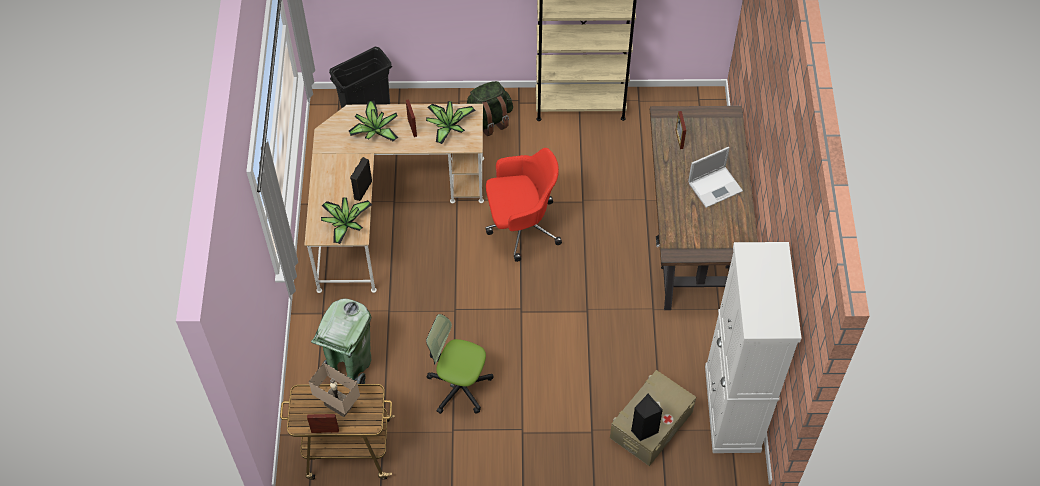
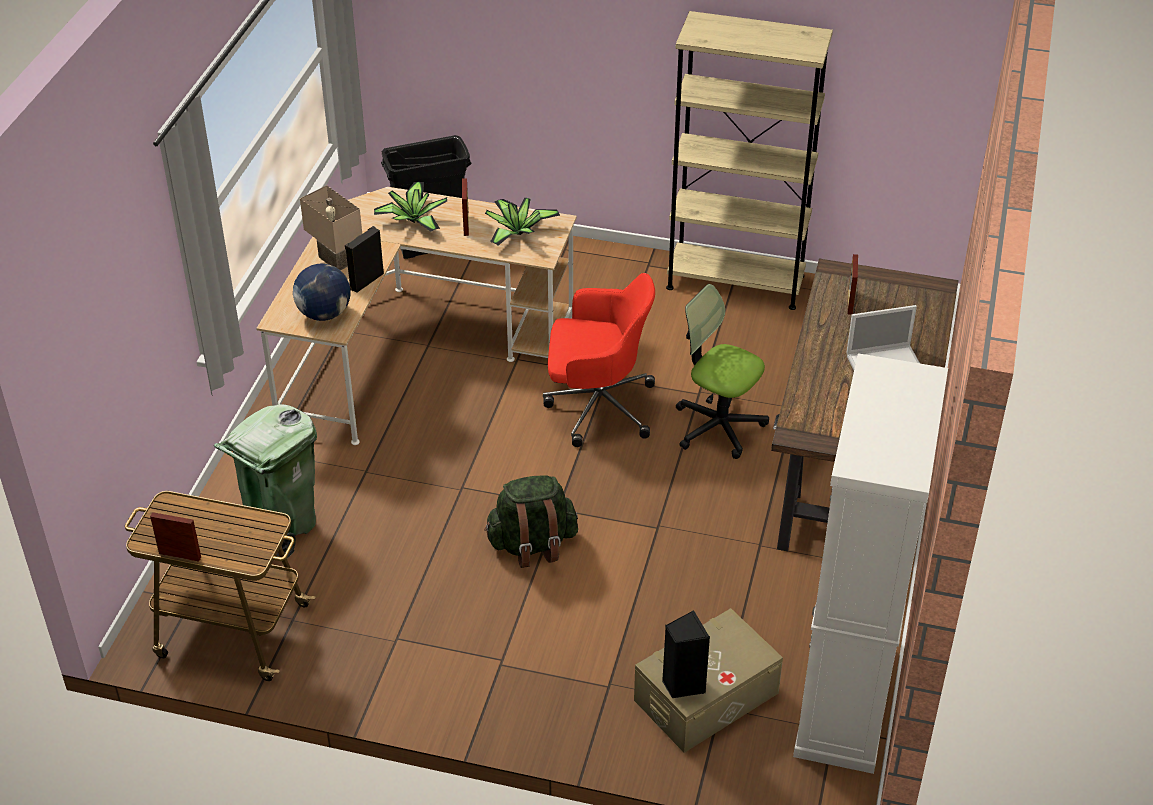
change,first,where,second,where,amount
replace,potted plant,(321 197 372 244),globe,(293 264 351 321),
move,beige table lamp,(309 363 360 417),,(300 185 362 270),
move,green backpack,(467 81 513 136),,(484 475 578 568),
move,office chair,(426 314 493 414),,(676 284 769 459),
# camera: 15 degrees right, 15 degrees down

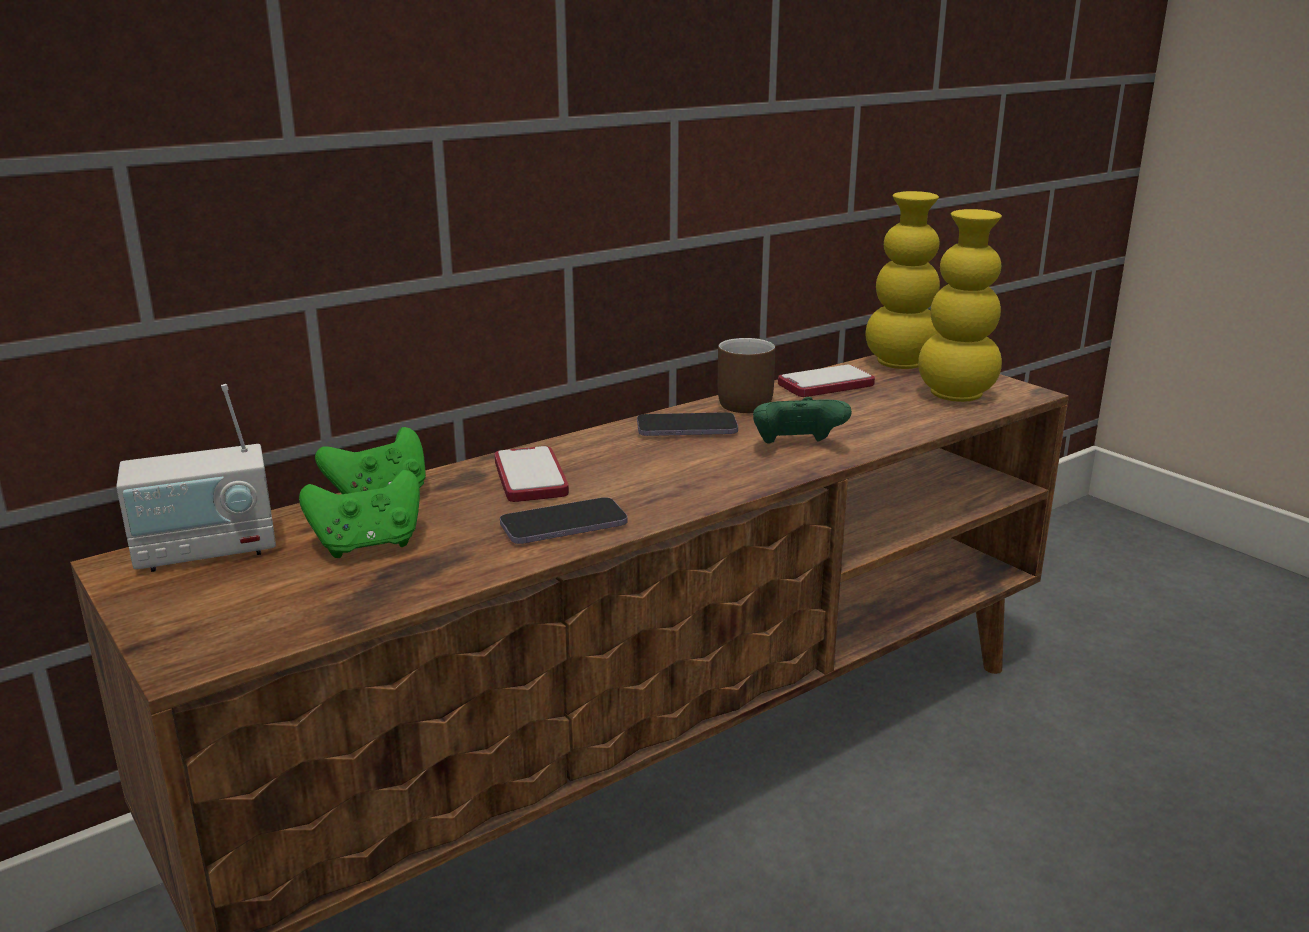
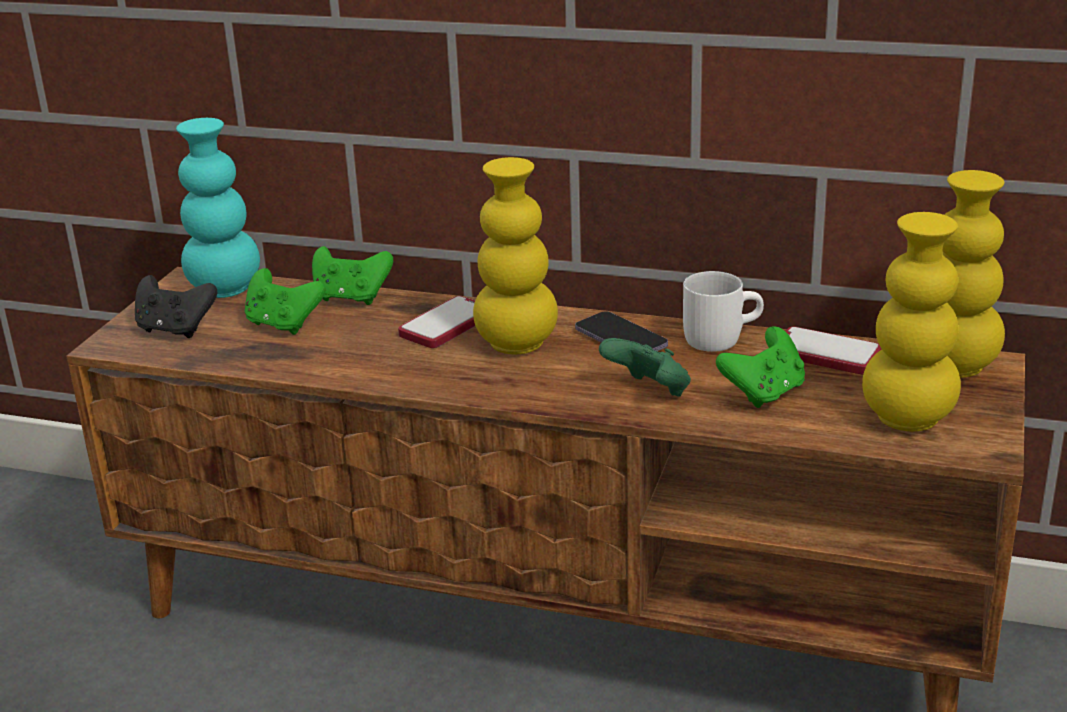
change,first,where,second,where,amount
insert,,,black game controller,(135 275 217 338),
replace,radio,(116 384 276 572),turquoise vase,(176 118 260 298),
insert,,,yellow vase,(473 157 558 354),
recolor,brown mug,(718 338 775 413),white mug,(683 271 764 352),
insert,,,green game controller,(716 326 805 408),
delete,phone,(500 497 628 544),,,
# camera: 55 degrees right, 5 degrees up

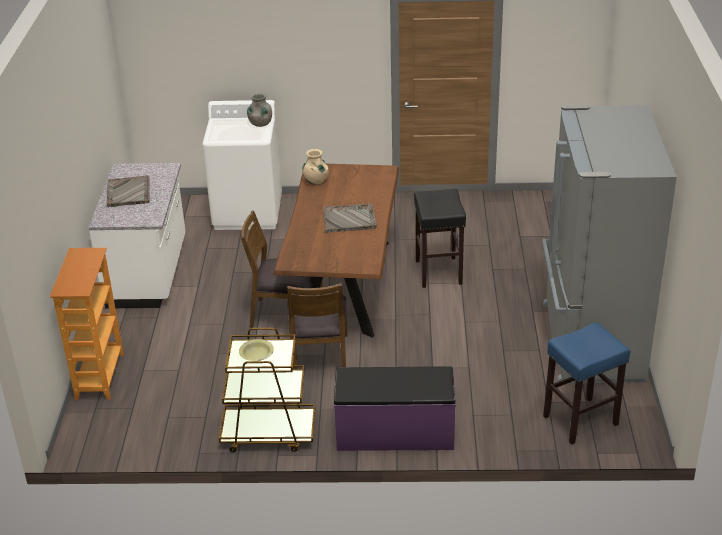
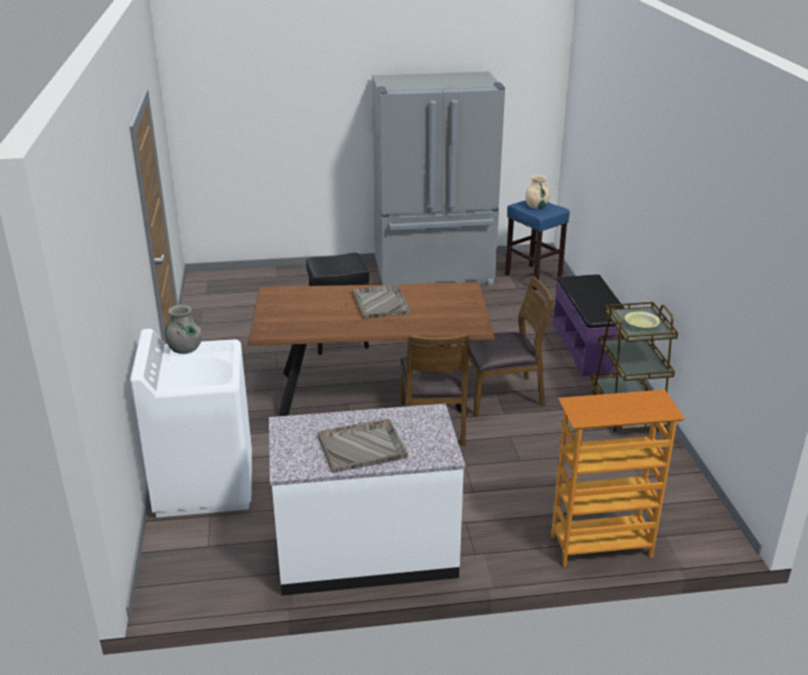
change,first,where,second,where,amount
move,beige vase,(302 149 329 185),,(525 175 550 209),
# camera: 100 degrees left, 5 degrees down

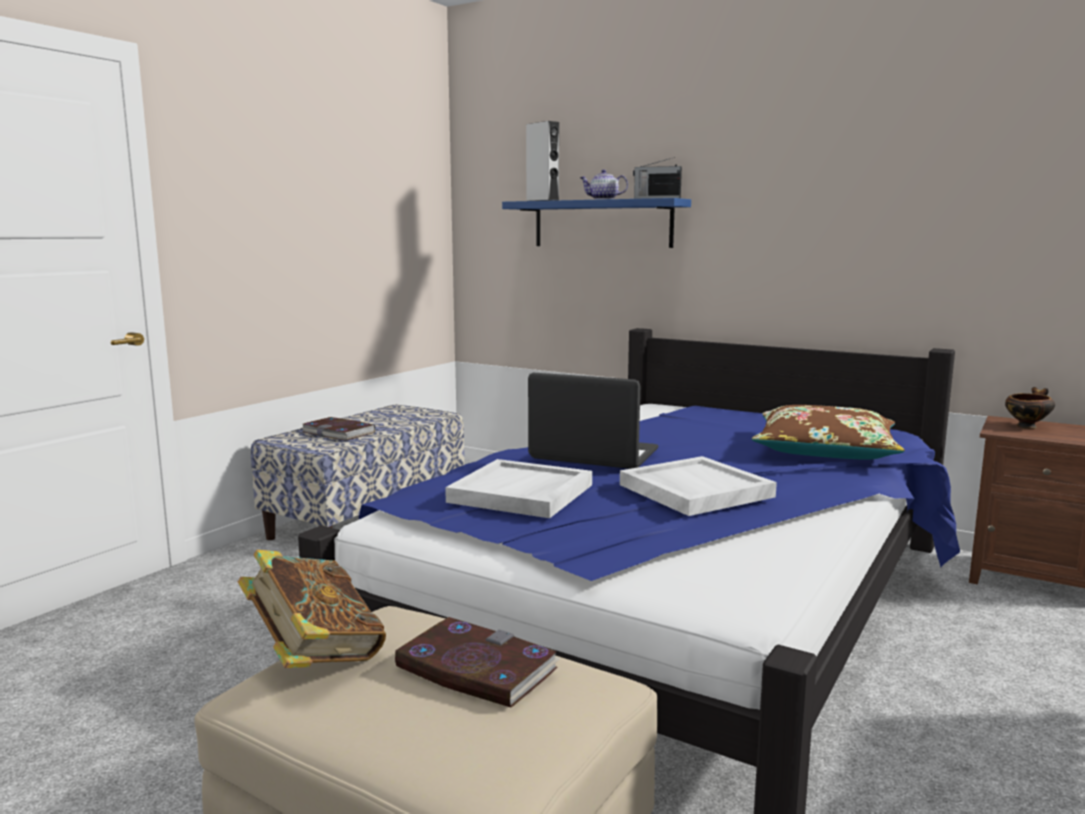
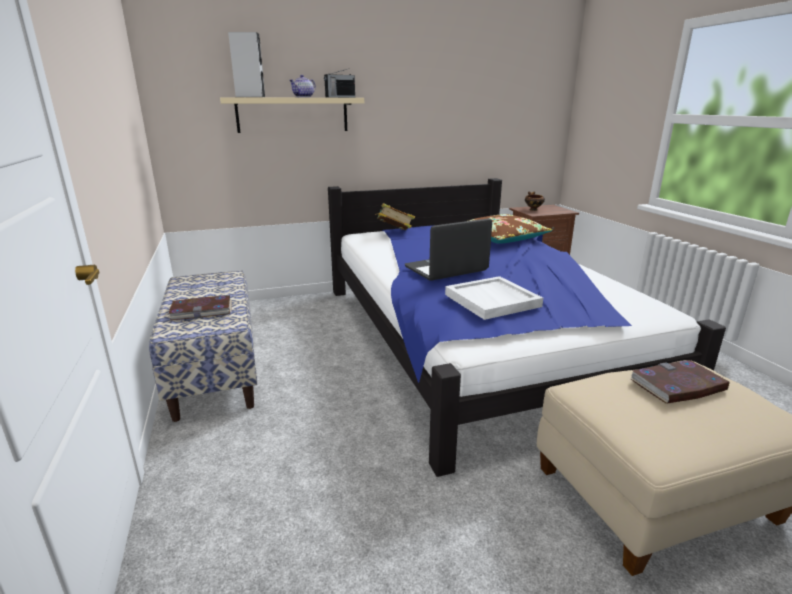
change,first,where,second,where,amount
recolor,blue shelf,(502 198 691 248),beige shelf,(220 97 364 133),
move,book,(238 550 386 668),,(375 203 415 230),
delete,white tray,(620 456 777 516),,,
# camera: 50 degrees left, 10 degrees up

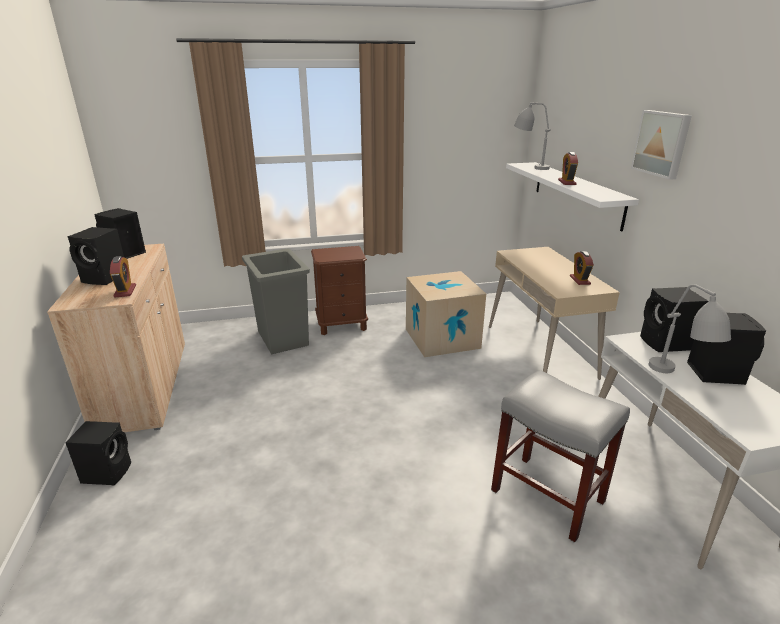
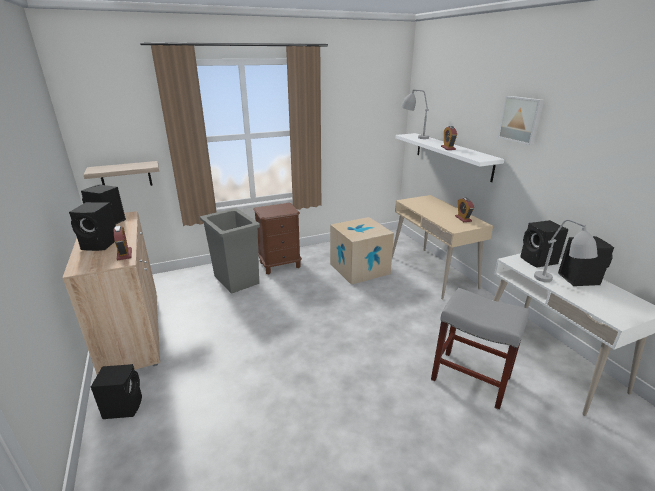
change,first,where,second,where,amount
insert,,,shelf,(83 161 159 186),
# camera: 10 degrees left, 0 degrees up

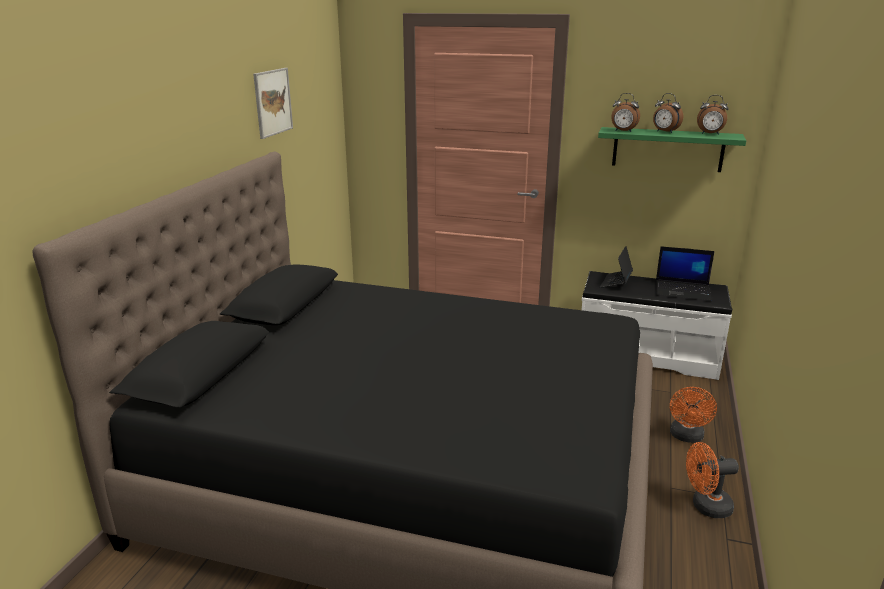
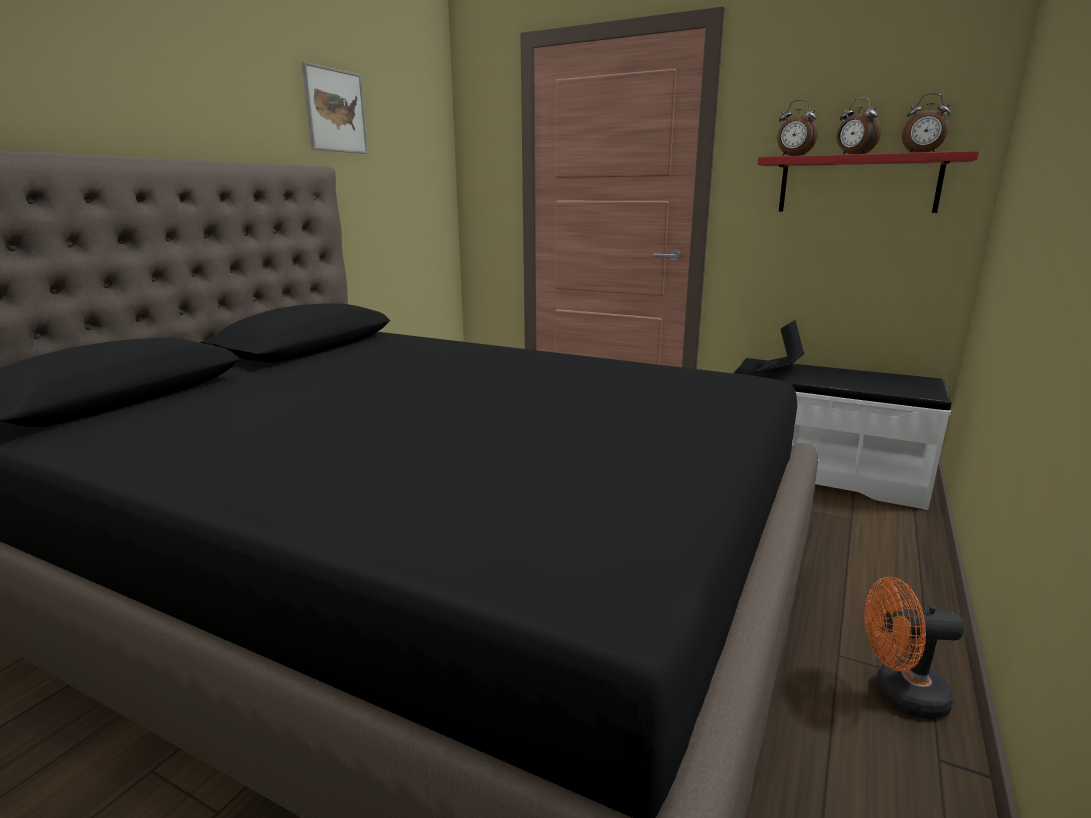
change,first,where,second,where,amount
recolor,green shelf,(598 127 746 172),red shelf,(757 151 979 213),
delete,laptop,(656 246 715 301),,,
delete,orange fan,(670 387 717 443),,,
# camera: 10 degrees right, 5 degrees down

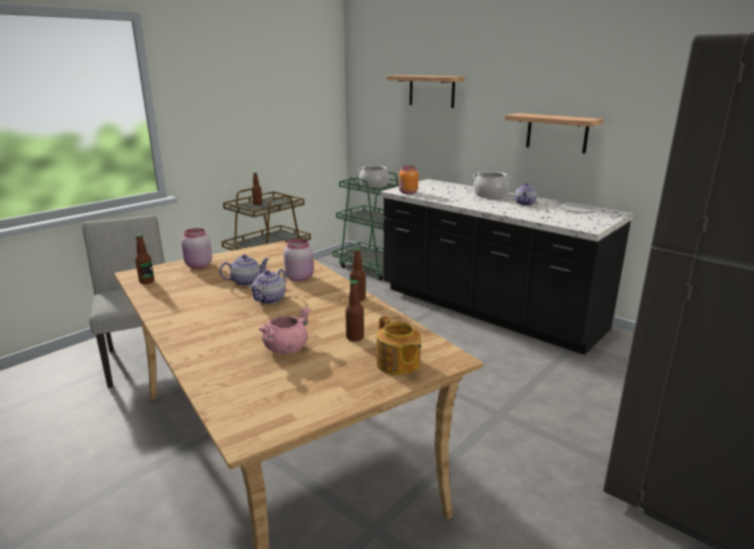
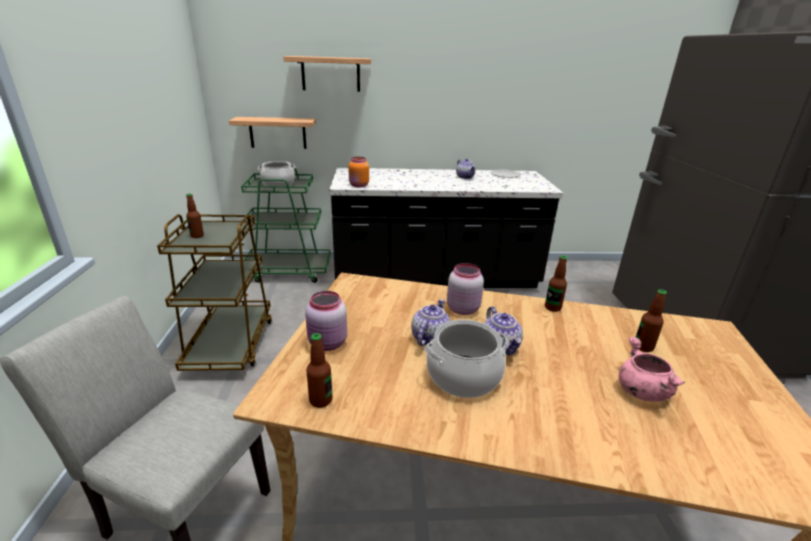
change,first,where,second,where,amount
move,shelf,(505 113 604 154),,(229 117 316 149),
move,cooking pot,(473 171 511 198),,(424 320 509 398),
delete,teapot,(376 316 421 375),,,
# camera: 45 degrees left, 5 degrees up

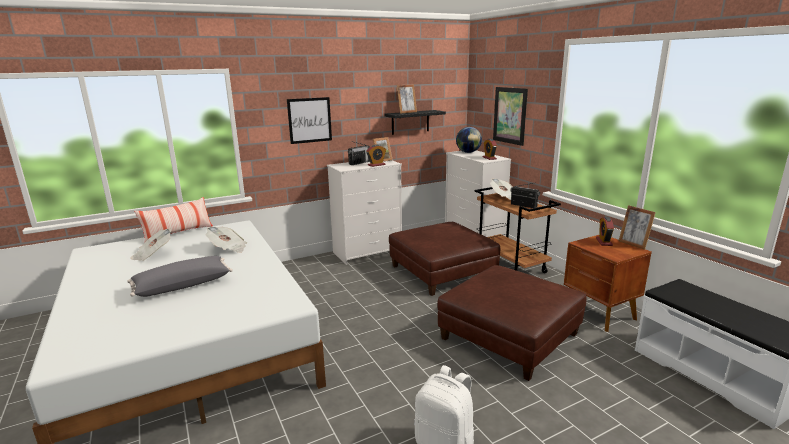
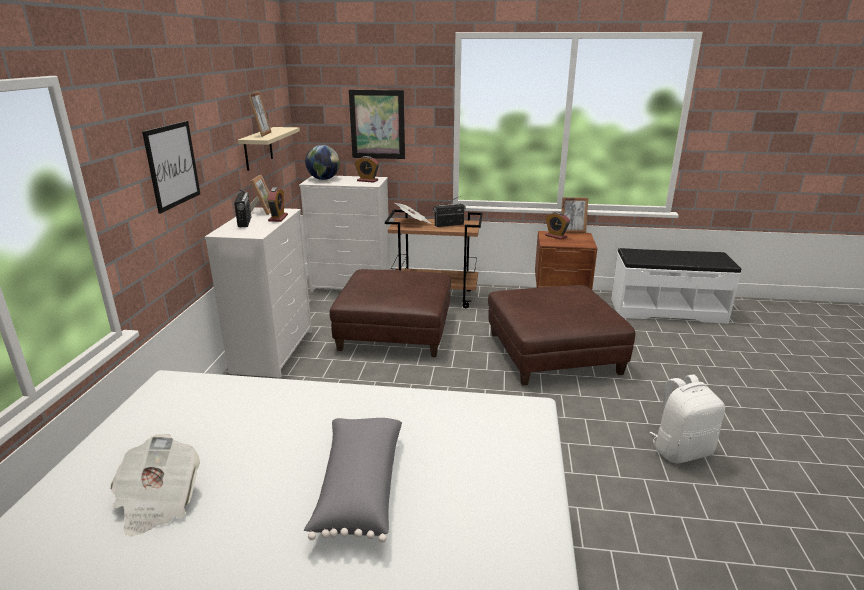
change,first,where,second,where,amount
recolor,black shelf,(385 110 446 135),beige shelf,(238 127 300 171),
delete,pillow,(134 197 213 242),,,
delete,newspaper,(205 226 247 253),,,
# camera: 55 degrees left, 5 degrees up

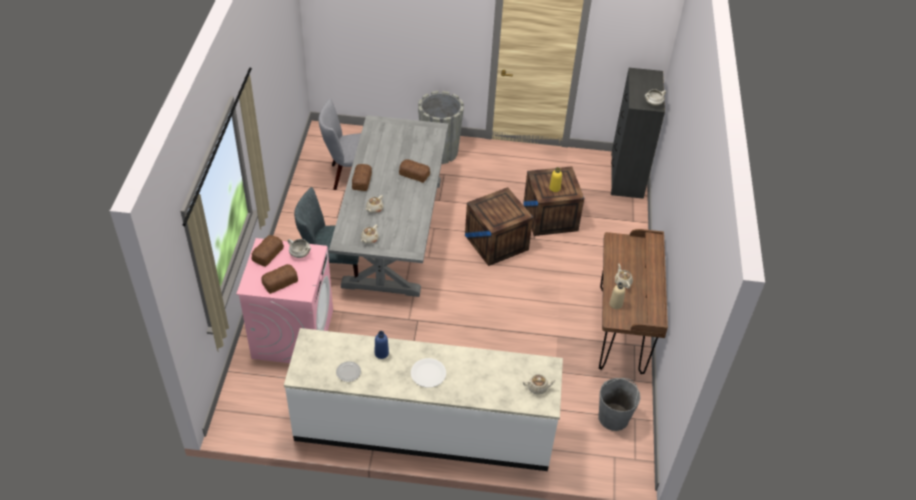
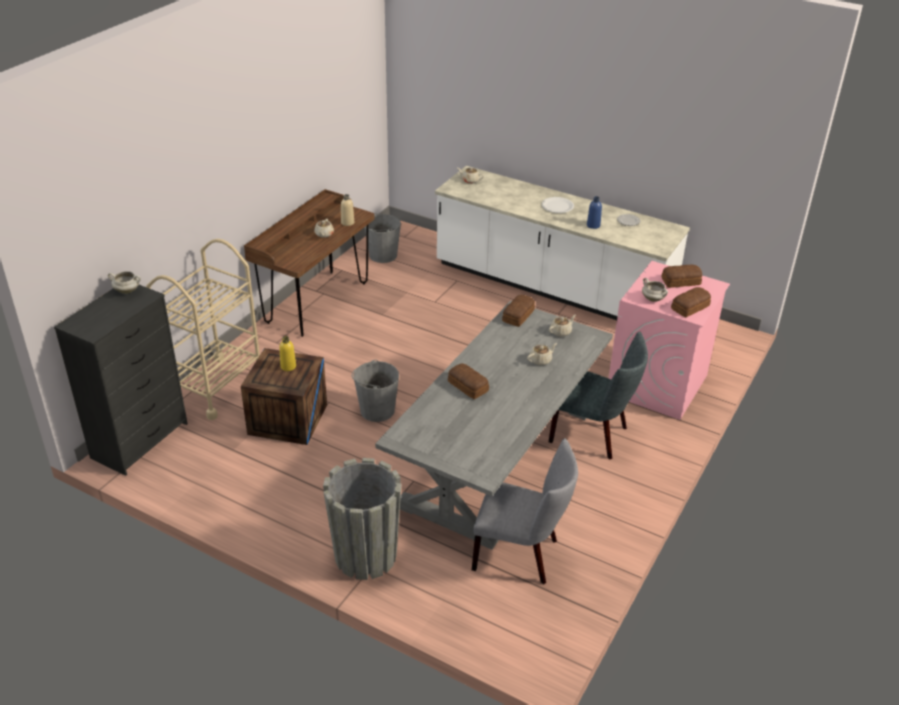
change,first,where,second,where,amount
insert,,,beige cart,(146 239 260 420),
replace,crate,(465 187 533 266),grey bucket,(352 360 399 422),
move,bread,(352 164 372 191),,(502 295 535 327),
# camera: 155 degrees left, 10 degrees down

